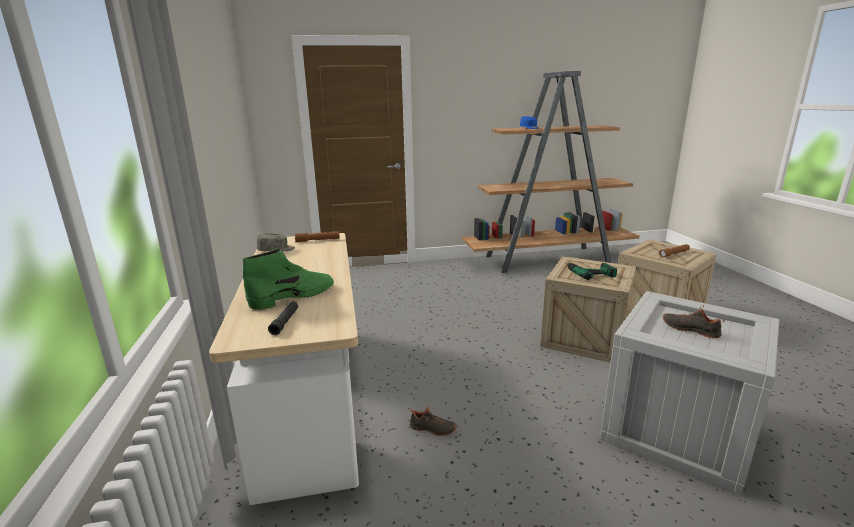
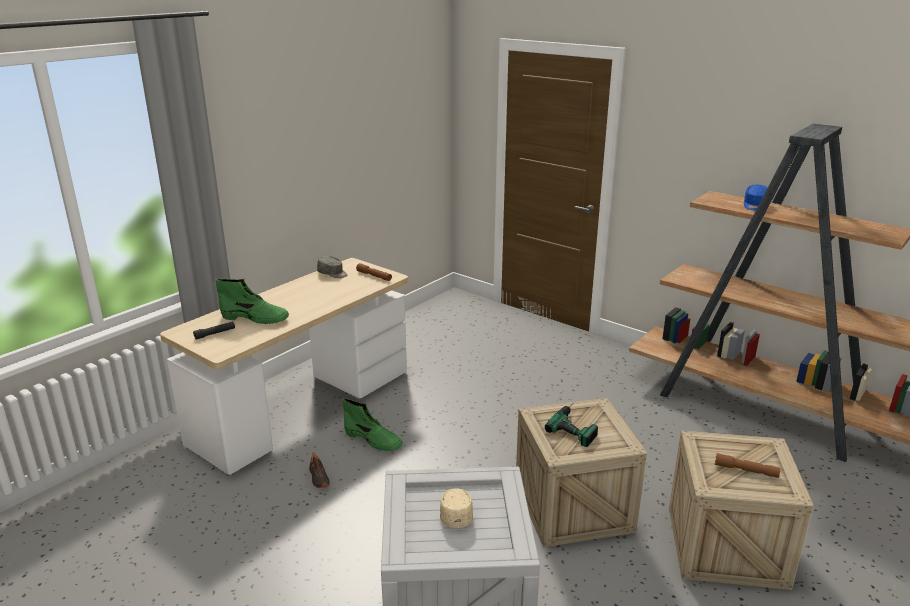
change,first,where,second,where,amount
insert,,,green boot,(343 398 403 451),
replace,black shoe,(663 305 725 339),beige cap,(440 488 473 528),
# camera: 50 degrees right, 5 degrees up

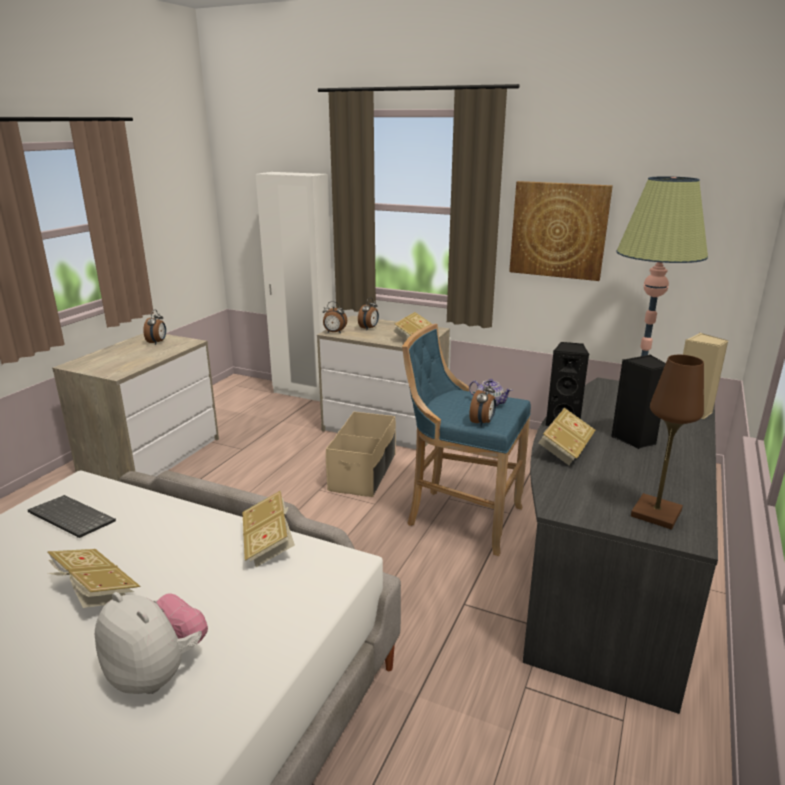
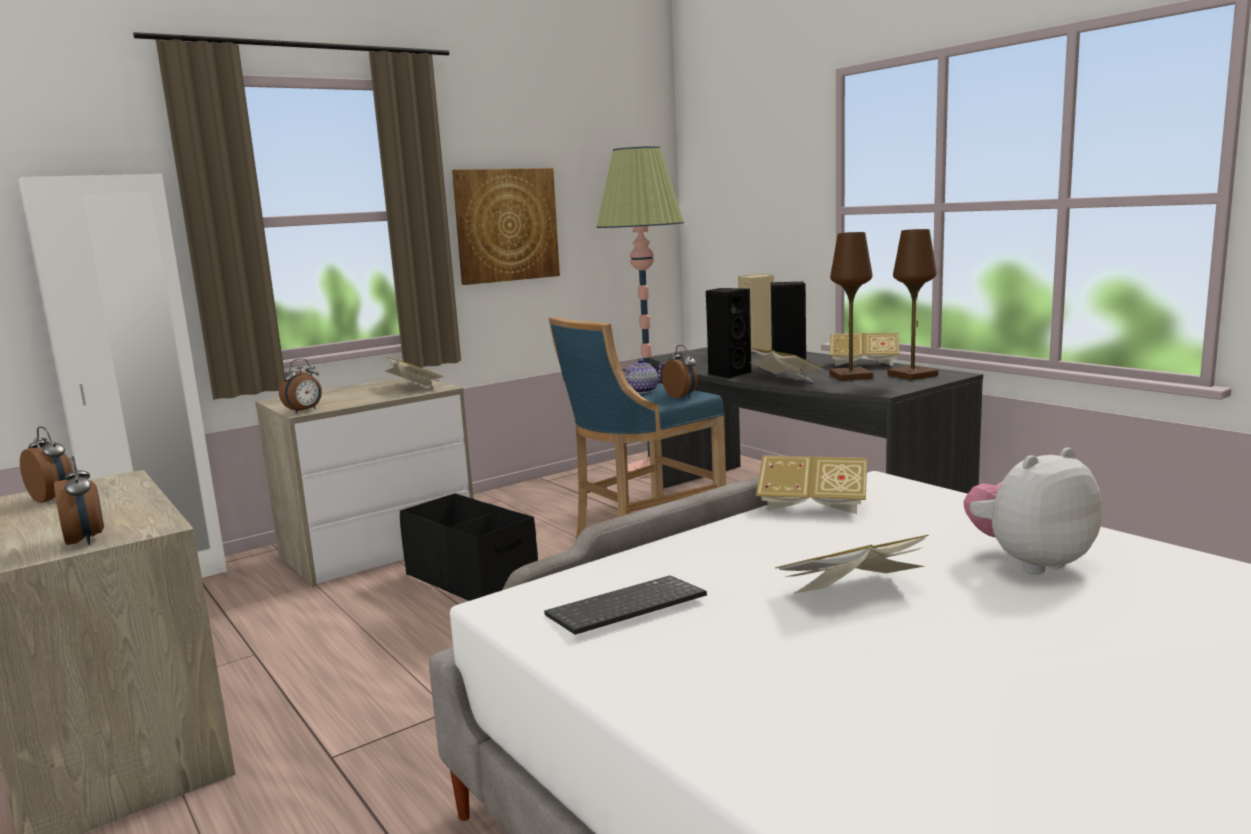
change,first,where,second,where,amount
move,alarm clock,(358 298 379 329),,(54 456 104 545),
recolor,beige storage box,(326 412 396 497),black storage box,(400 493 538 601),
insert,,,brown table lamp,(829 232 873 381),
insert,,,book,(830 333 900 366),
# camera: 60 degrees left, 10 degrees down

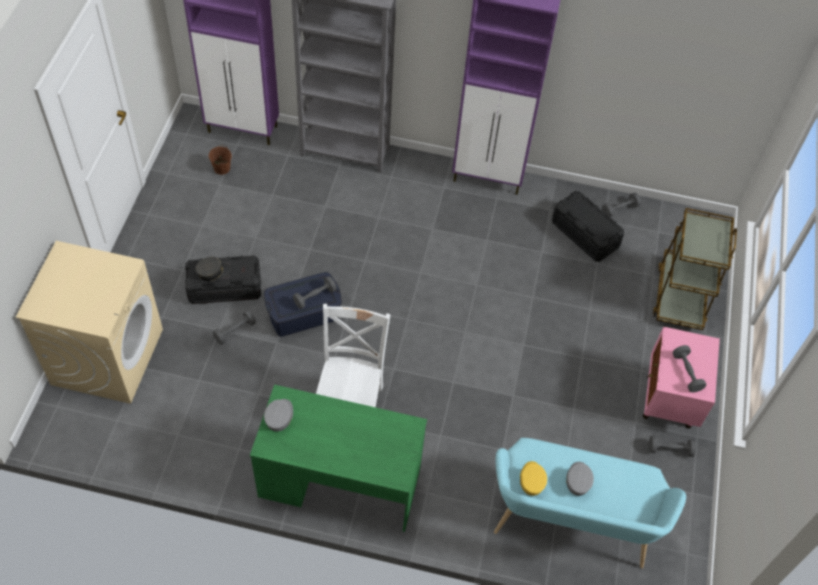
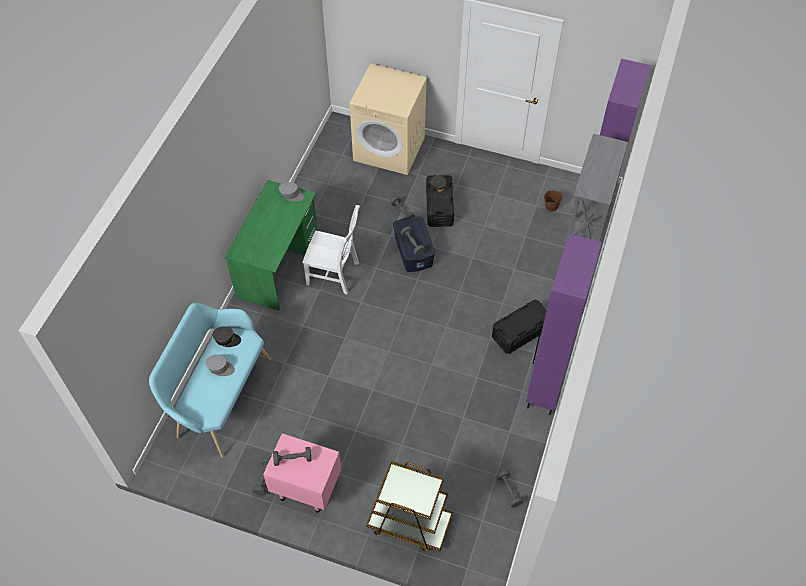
change,first,where,second,where,amount
recolor,yellow cap,(520 461 547 496),grey cap,(212 326 241 347),
move,black storage box,(552 191 624 262),,(492 300 547 354),
# camera: 100 degrees right, 0 degrees up

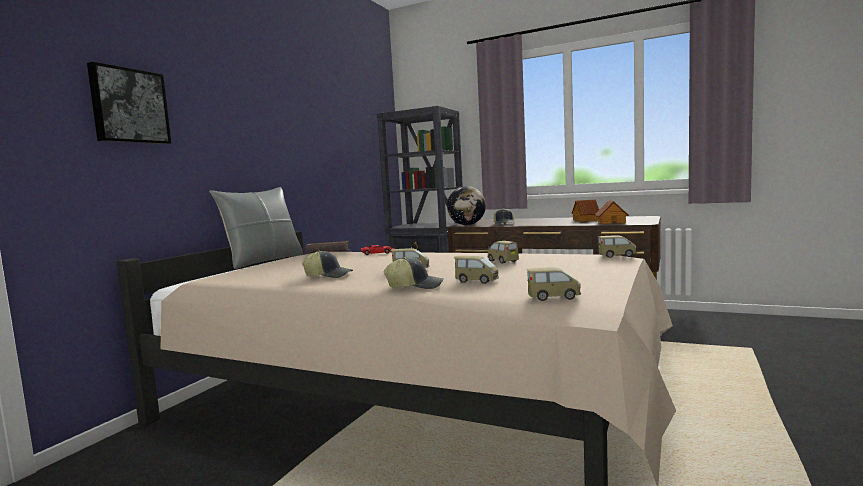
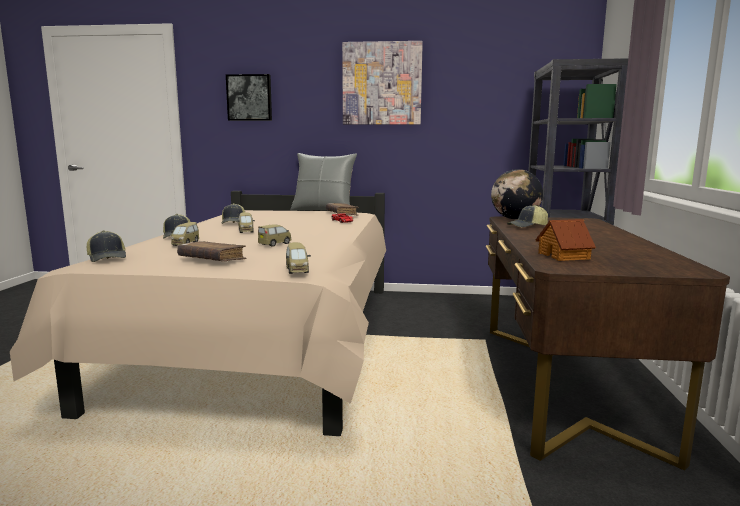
change,first,where,second,where,amount
replace,toy car,(526 267 581 301),cap,(87 230 126 262),
insert,,,brown book,(177 241 246 261),
insert,,,picture,(342 41 423 125),
delete,toy house,(572 200 599 222),,,
# camera: 70 degrees right, 5 degrees up

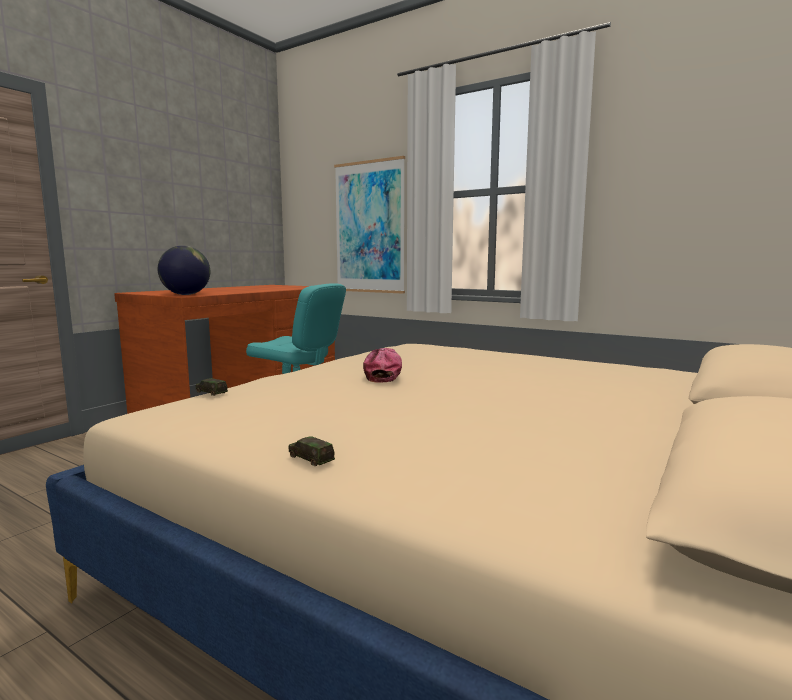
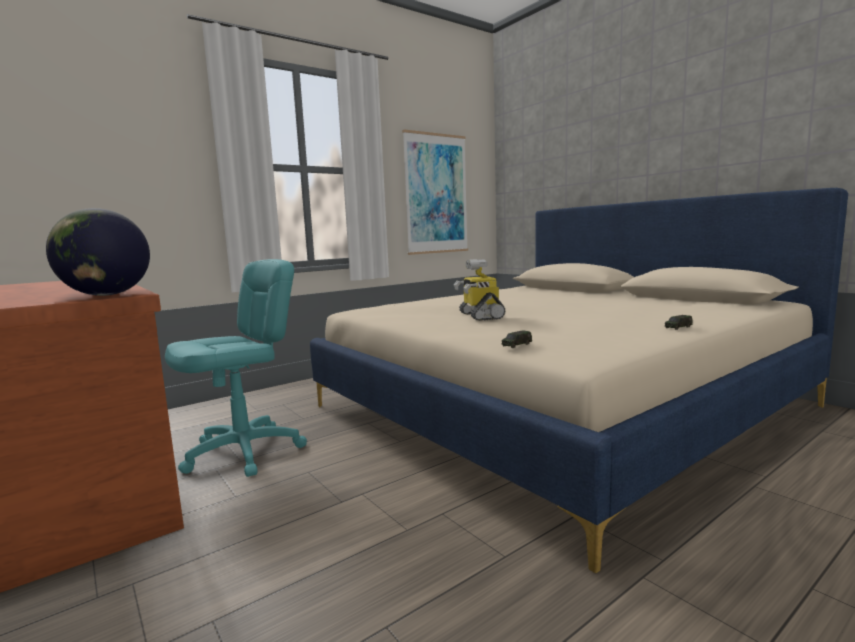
change,first,where,second,where,amount
move,picture,(334 156 405 294),,(402 130 468 255),
replace,cap,(363 348 402 383),toy robot,(454 259 506 321),
# camera: 70 degrees left, 0 degrees up

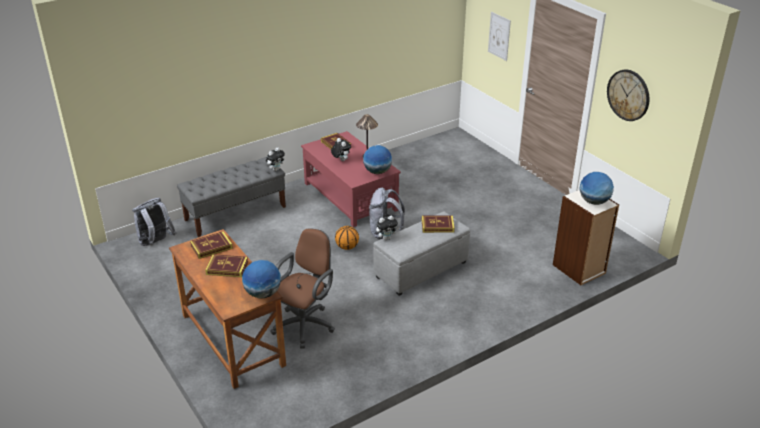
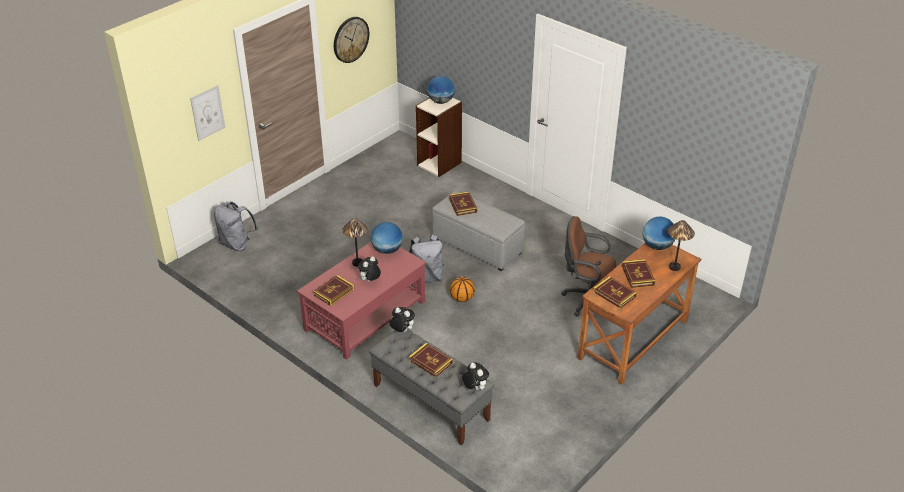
change,first,where,second,where,amount
move,grey backpack,(132 198 176 246),,(214 202 258 251),
insert,,,book,(409 343 453 377),
move,plush toy,(376 215 399 240),,(462 362 489 390),
insert,,,table lamp,(668 220 695 271),
# camera: 105 degrees left, 5 degrees up

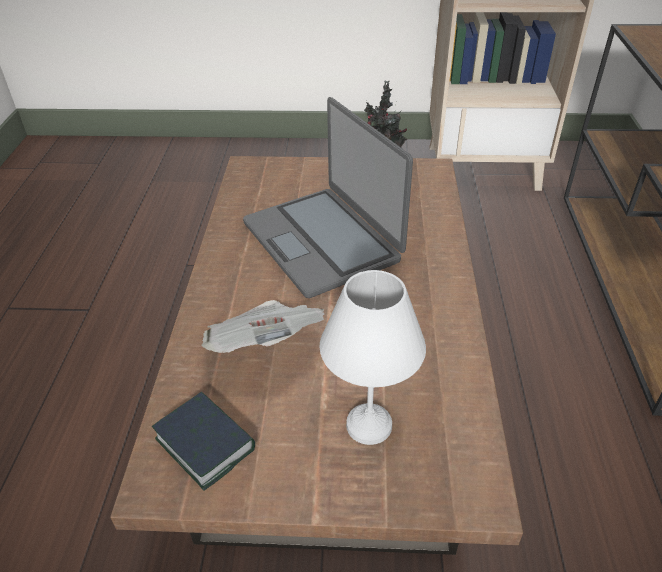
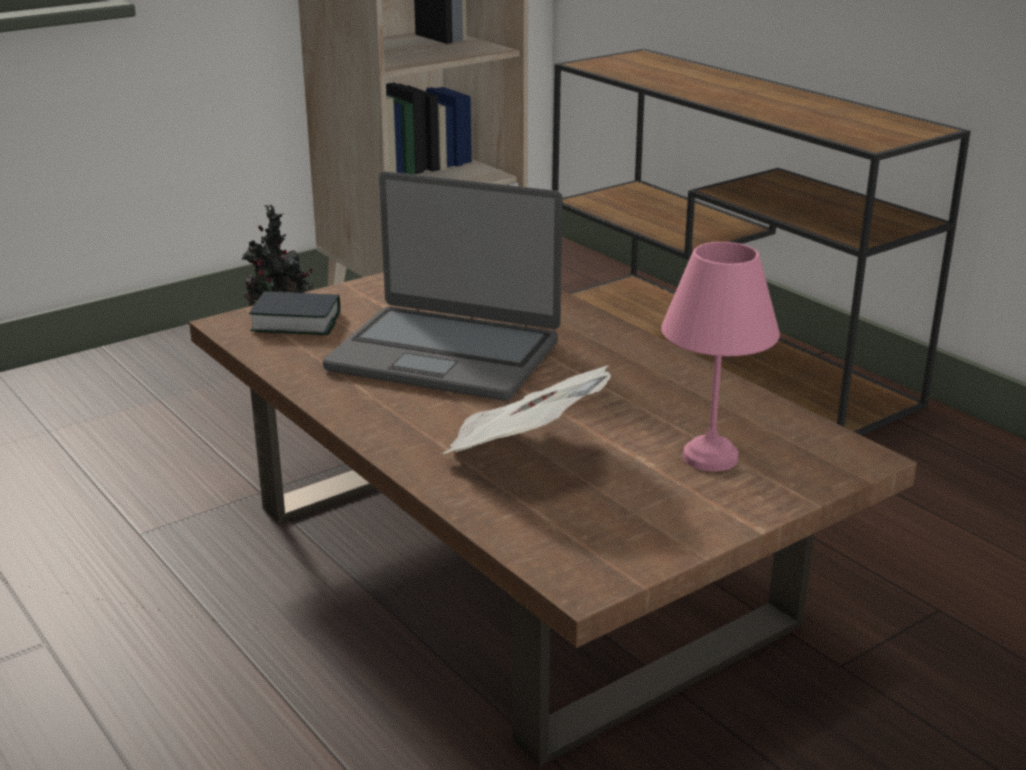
change,first,where,second,where,amount
move,book,(152 392 255 491),,(249 291 340 335),
recolor,white table lamp,(320 270 426 445),pink table lamp,(661 242 780 472),
# camera: 40 degrees left, 15 degrees down

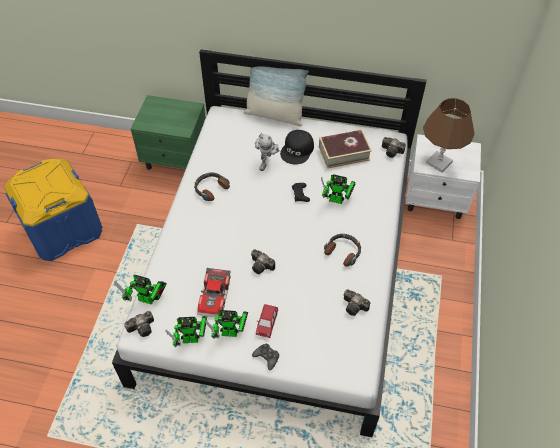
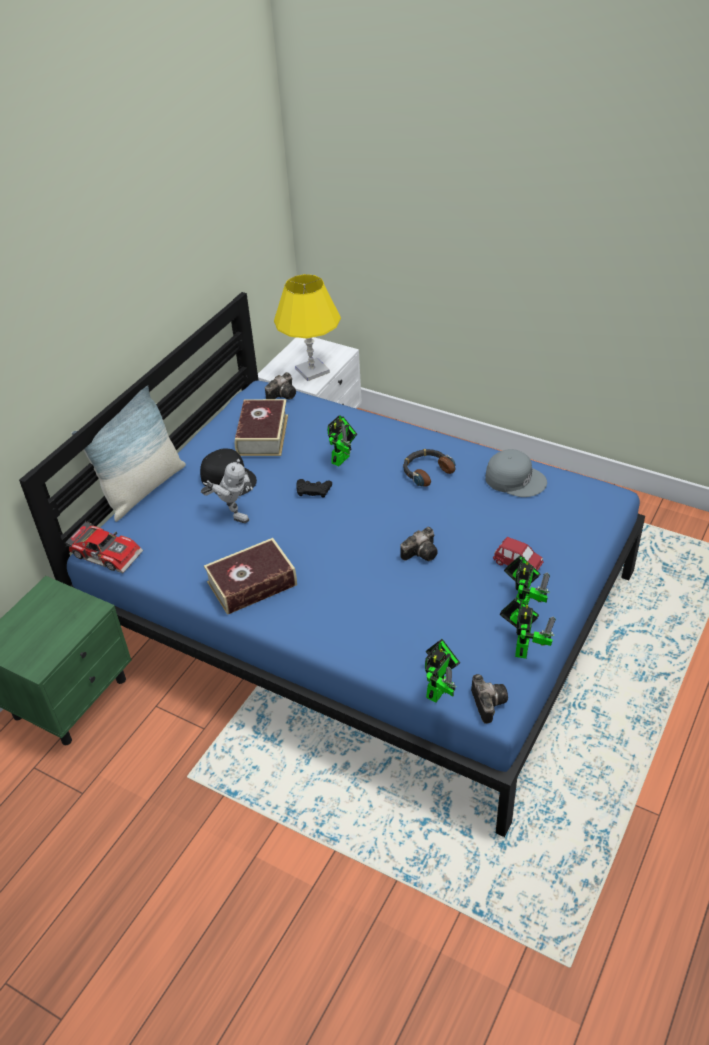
change,first,where,second,where,amount
recolor,white bed,(112 49 426 437),blue bed,(19 292 645 837),
move,toy car,(197 268 231 317),,(64 521 143 573),
replace,headphones,(194 172 230 201),book,(204 538 297 615),
recolor,brown table lamp,(423 98 475 172),yellow table lamp,(274 274 341 381),
replace,photo camera,(344 289 370 316),grey cap,(485 449 547 497),
delete,blue storage box,(4 159 102 261),,,
delete,black game controller,(252 344 279 370),,,
# camera: 70 degrees left, 10 degrees down

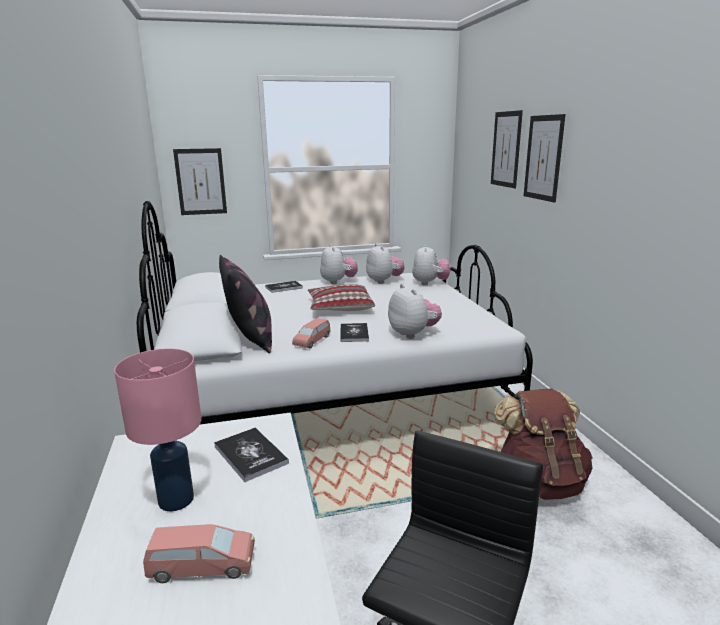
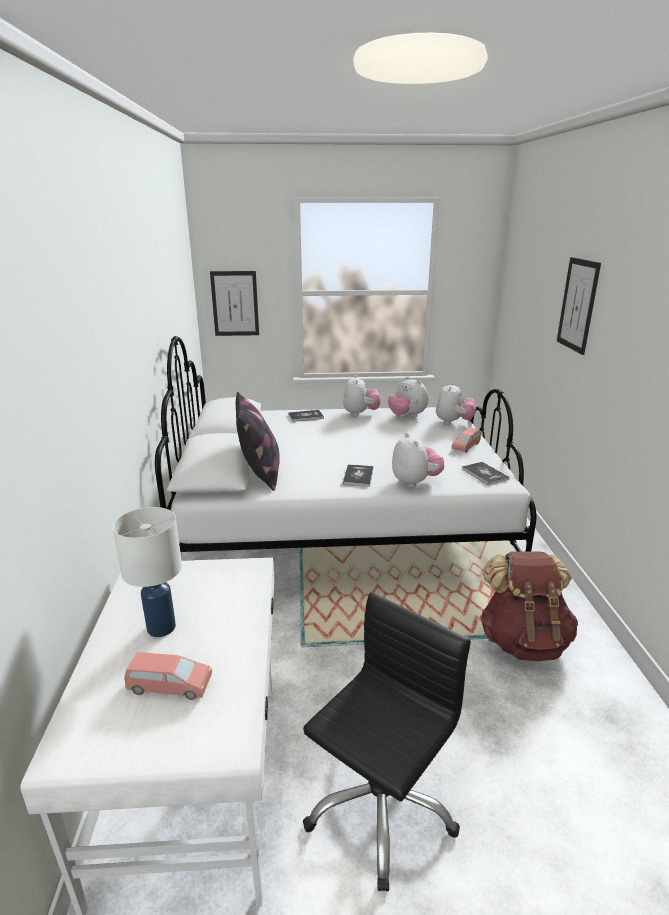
change,first,where,second,where,amount
recolor,pink table lamp,(114 349 201 511),white table lamp,(113 507 182 637),
rotate,plush toy,(366 243 405 284),,(388 377 428 417),150 degrees clockwise
move,pink toy car,(292 318 330 348),,(451 427 481 453),
move,book,(214 428 289 482),,(462 462 509 485),
delete,pillow,(307 284 375 311),,,
delete,picture,(491 110 523 188),,,
# camera: 10 degrees right, 5 degrees up

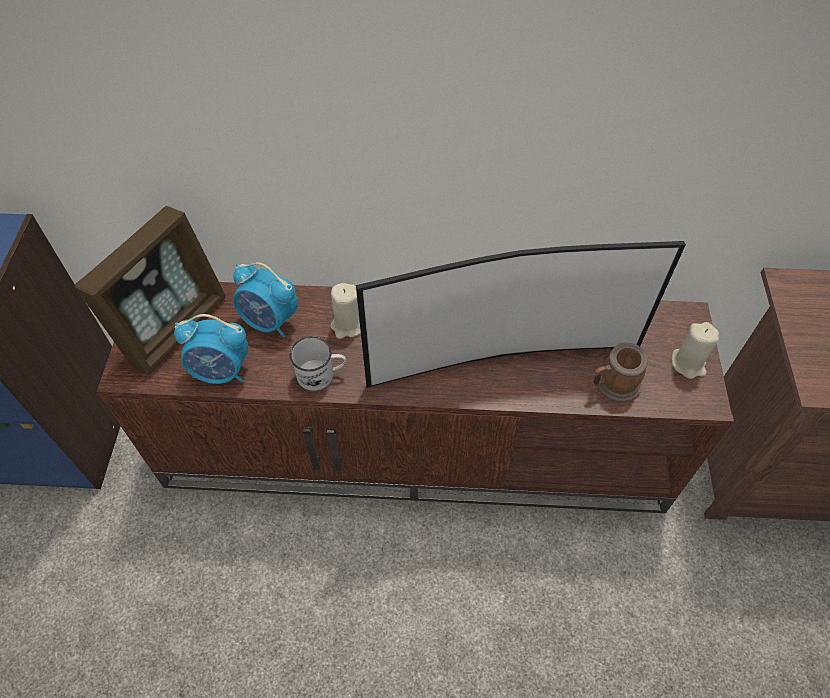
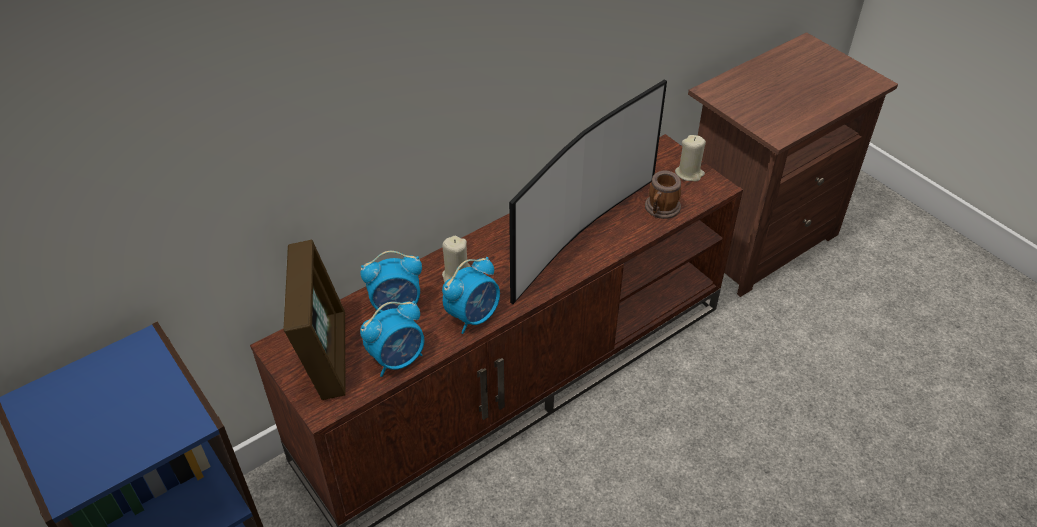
change,first,where,second,where,amount
replace,white mug,(290 337 346 391),alarm clock,(442 257 500 334),
# camera: 40 degrees left, 10 degrees down

